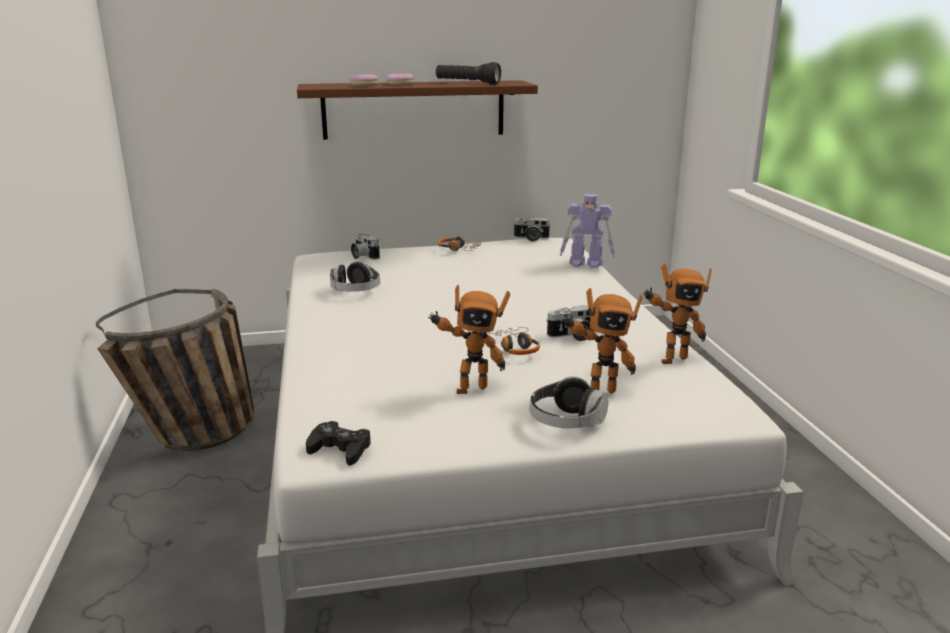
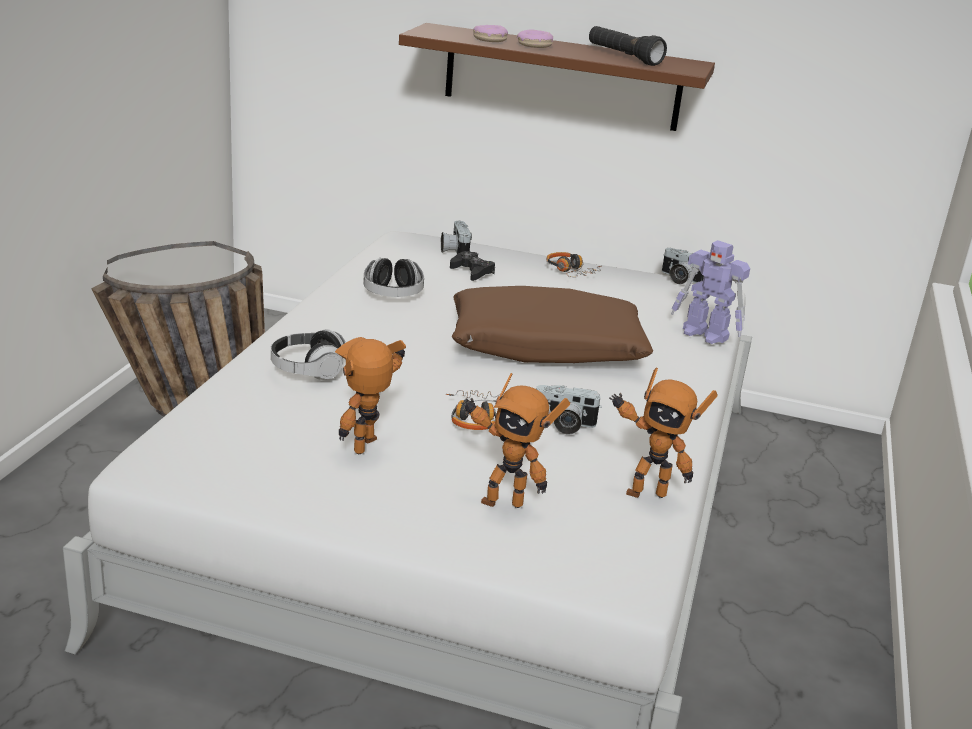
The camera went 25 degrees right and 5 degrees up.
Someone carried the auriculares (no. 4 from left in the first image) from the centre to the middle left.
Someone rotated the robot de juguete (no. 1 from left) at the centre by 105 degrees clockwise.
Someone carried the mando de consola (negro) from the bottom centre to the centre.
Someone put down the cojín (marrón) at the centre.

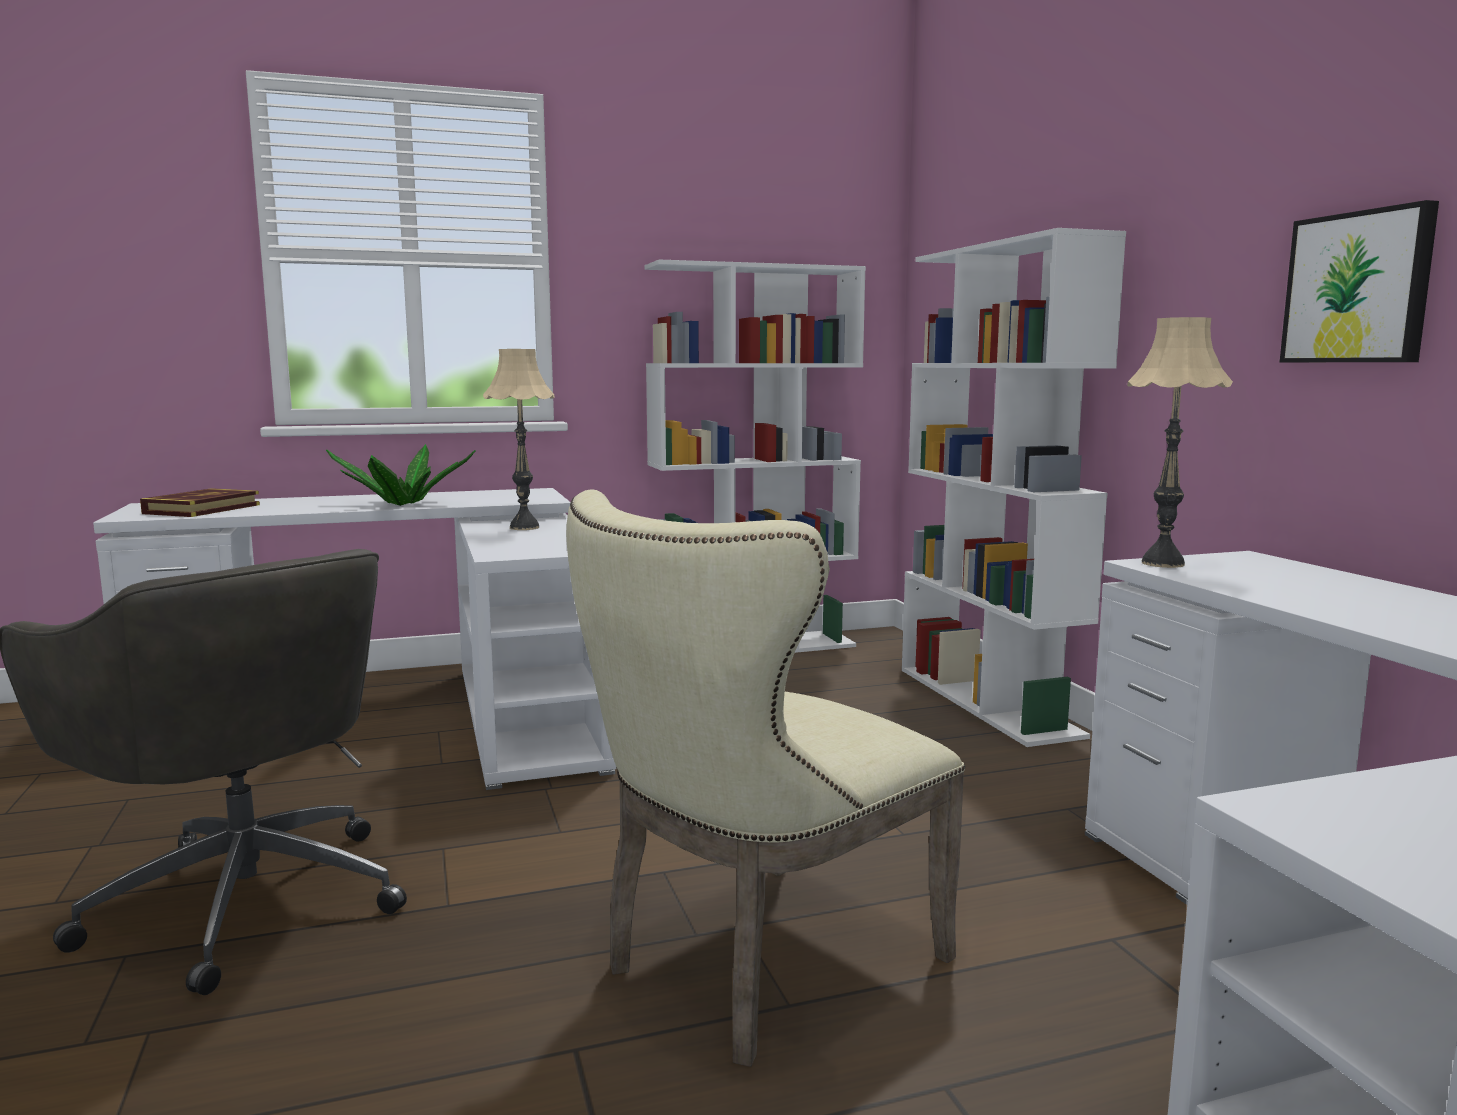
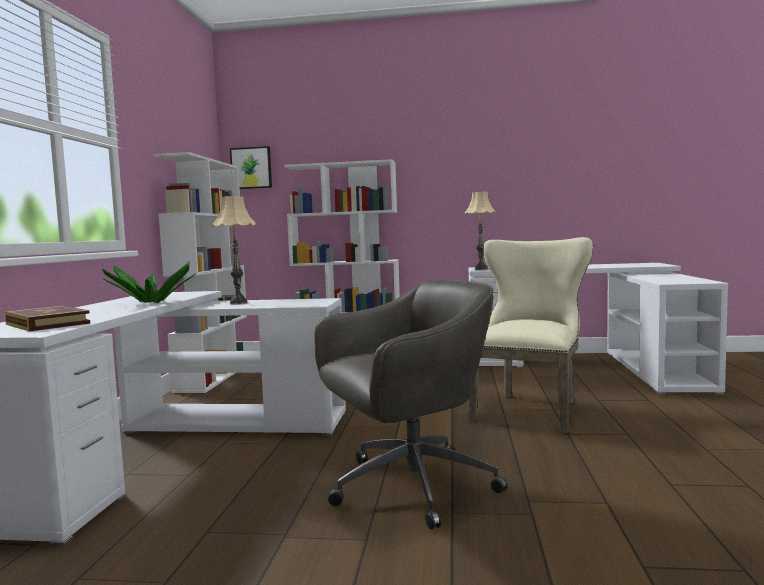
The camera went 65 degrees left and 5 degrees down.
Someone carried the cuadro from the top right to the top left.
Someone rotated the silla (beis) at the bottom centre by 135 degrees counterclockwise.

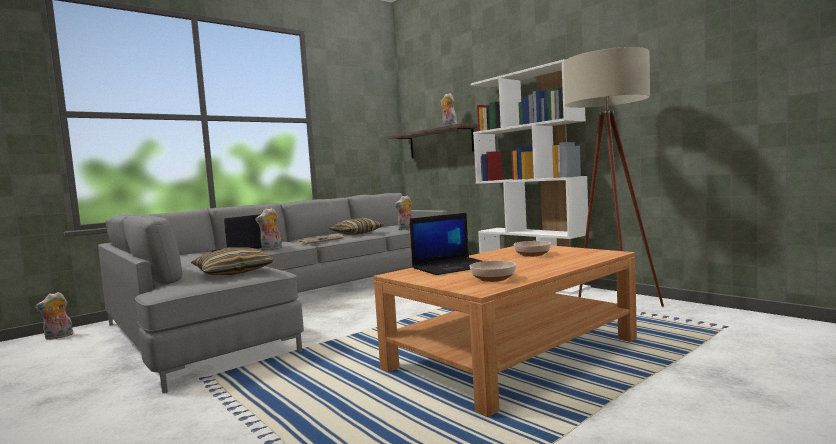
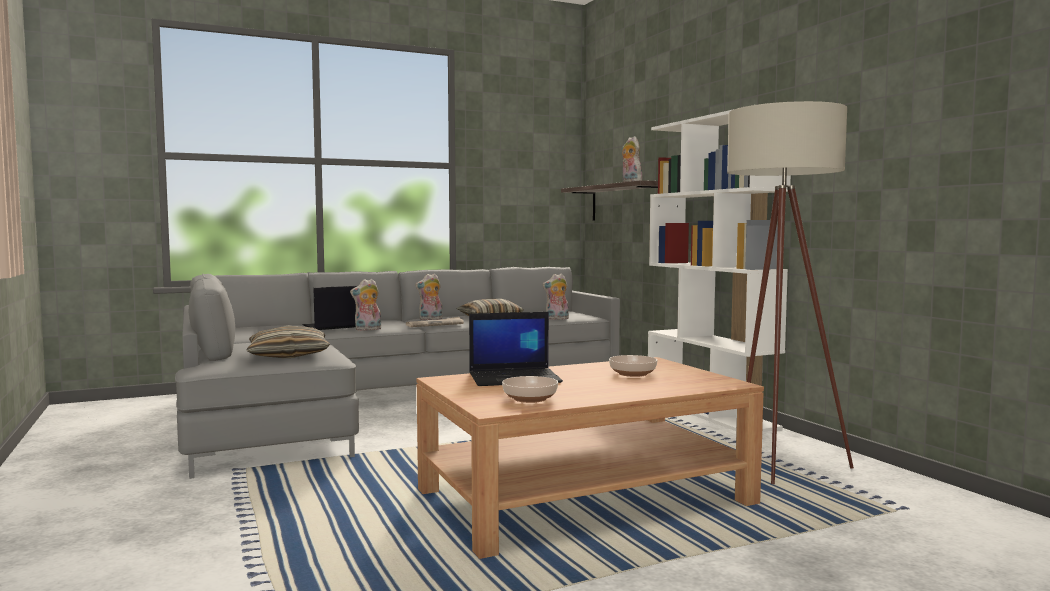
The camera went 15 degrees right and 0 degrees up.
Someone carried the peluche (no. 1 from left in the first image) from the bottom left to the centre.

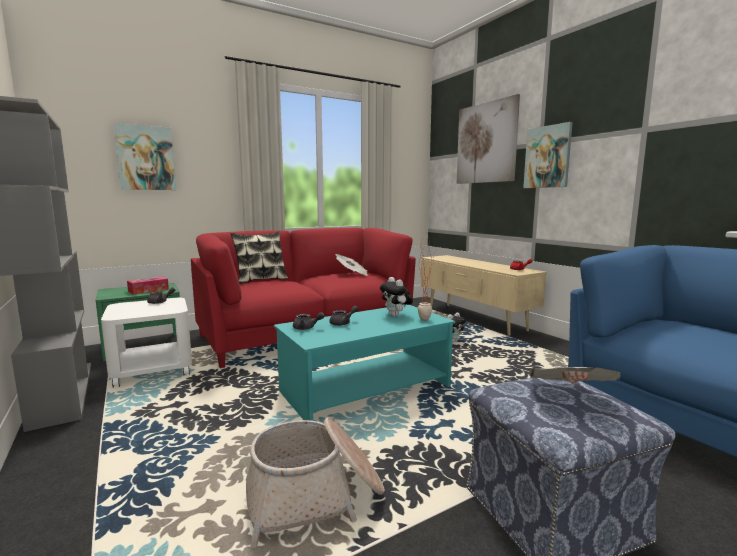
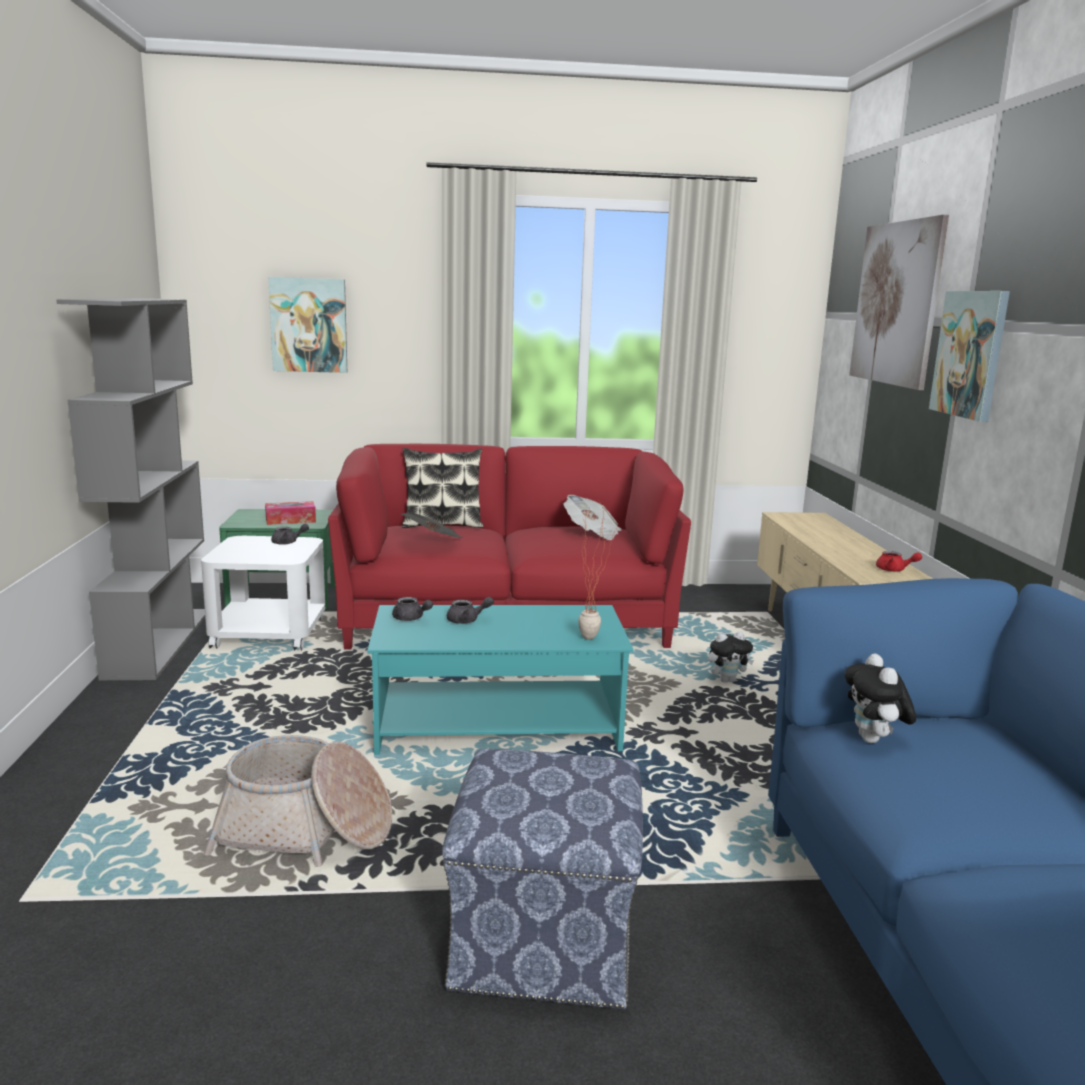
The camera went 25 degrees right and 5 degrees up.
Someone carried the periódico (no. 2 from left in the first image) from the bottom right to the centre.
Someone carried the peluche (no. 1 from left in the first image) from the centre to the middle right.

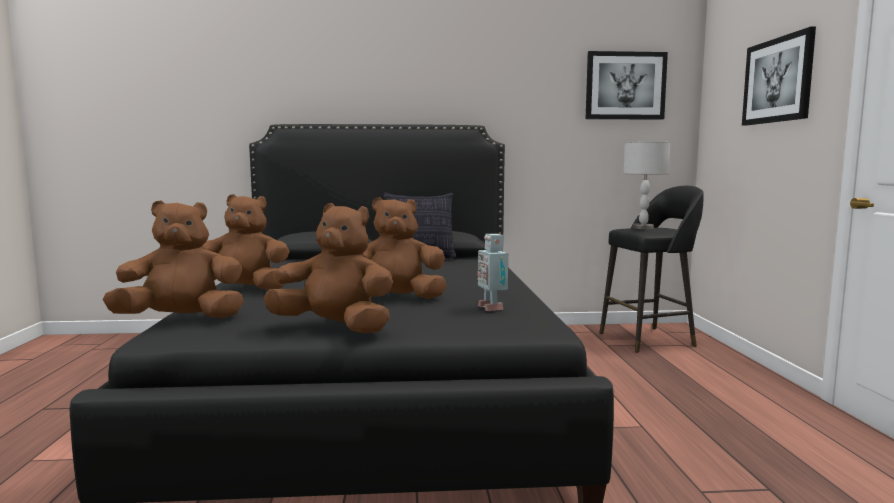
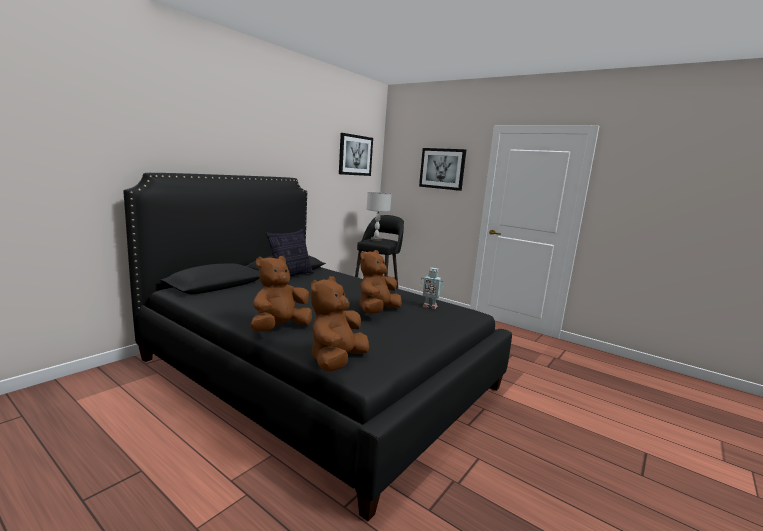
The camera went 50 degrees left and 5 degrees up.
Someone took away the peluche (marrón) (no. 3 from left) at the centre.

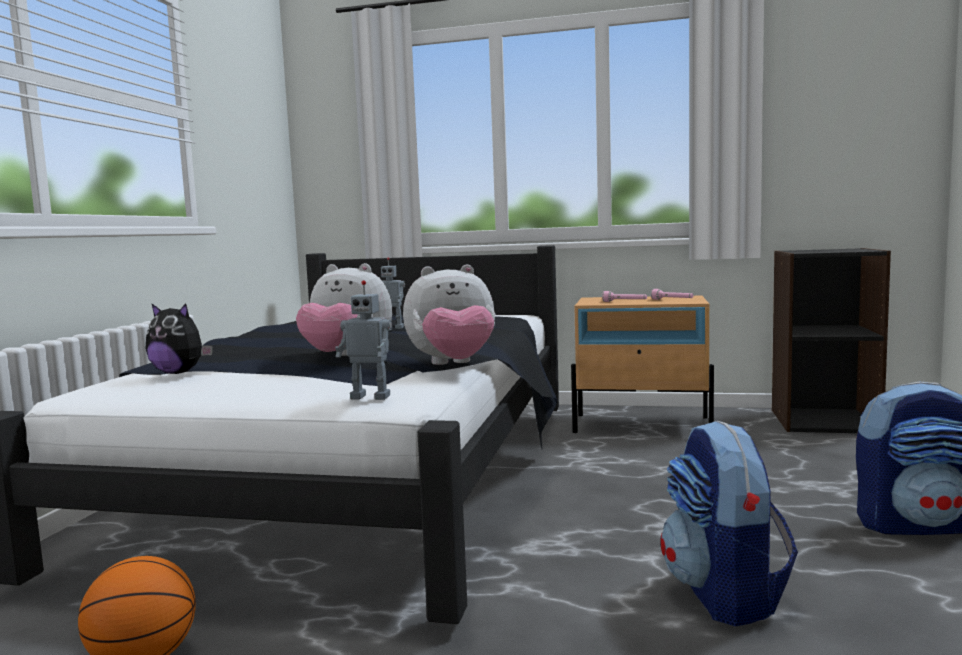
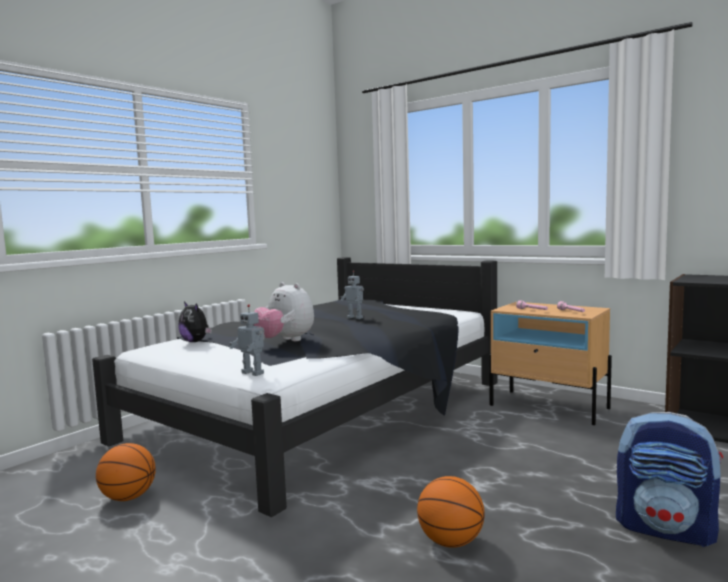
The camera went 25 degrees right and 0 degrees up.
Someone swapped the mochila (no. 1 from left) at the bottom right for the balón de baloncesto (no. 2 from left) at the bottom centre.
Someone took away the peluche (no. 3 from left) at the centre.

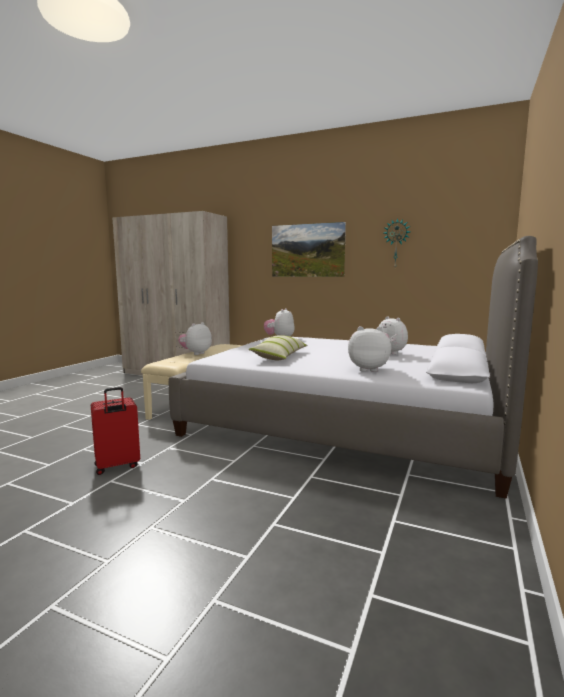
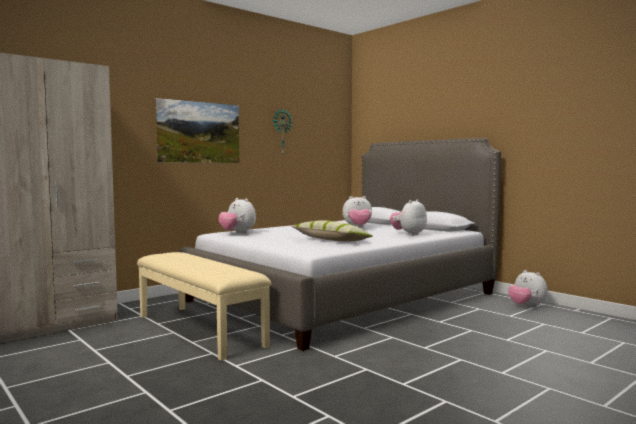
The camera went 65 degrees left and 5 degrees down.
Someone carried the peluche (no. 1 from left in the first image) from the centre to the bottom right.
Someone took away the maleta (rojo) at the middle left.

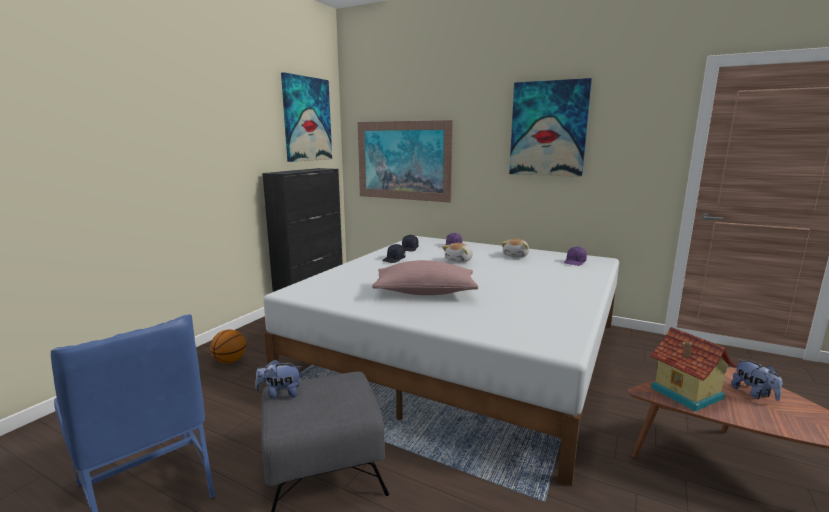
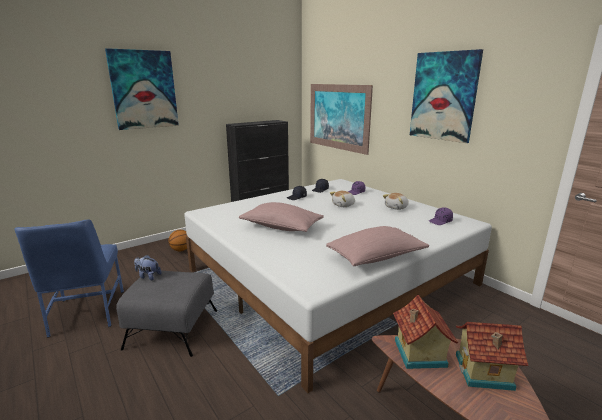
The camera went 25 degrees right and 5 degrees up.
Someone carried the cuadro (no. 1 from left) from the top centre to the top left.
Someone put down the cojín (rosa) (no. 2 from left) at the centre.
Someone swapped the peluche (no. 4 from left) at the bottom right for the casita (no. 2 from left) at the bottom right.

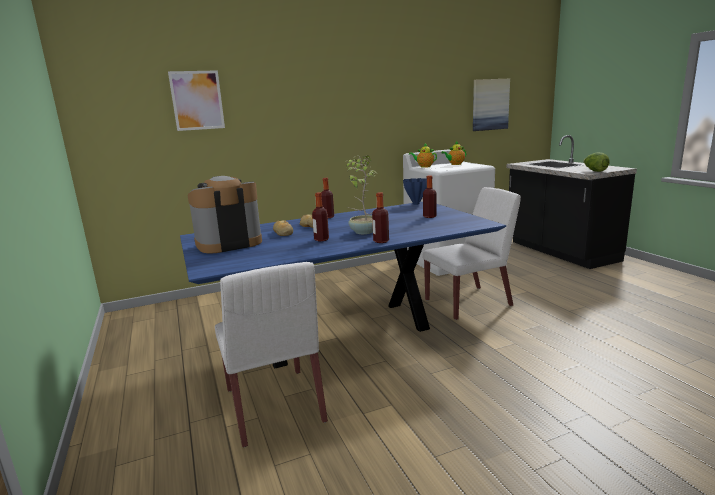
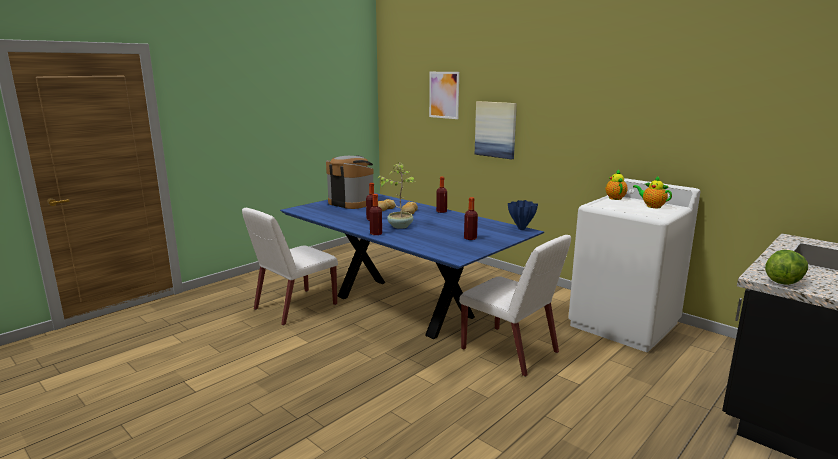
The camera went 65 degrees right and 0 degrees up.
Someone carried the cuadro (no. 2 from left) from the top right to the top centre.

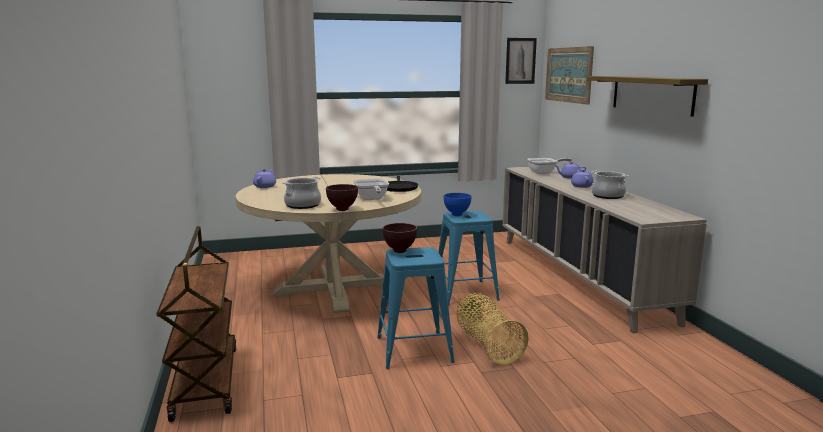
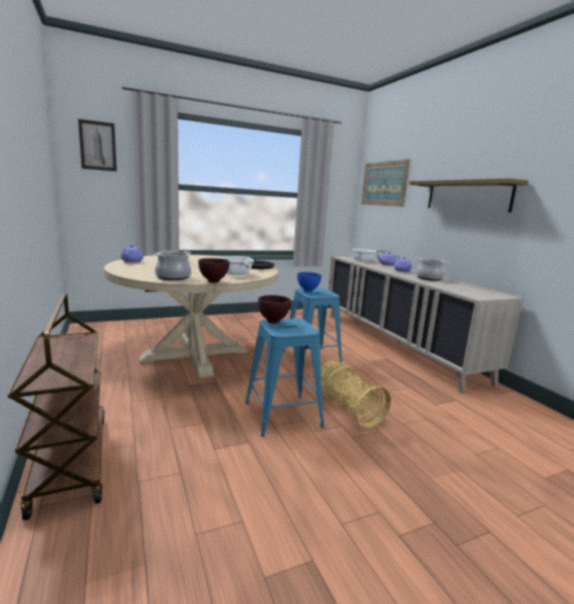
The camera went 10 degrees left and 0 degrees up.
Someone carried the cuadro (no. 1 from left) from the top centre to the top left.

